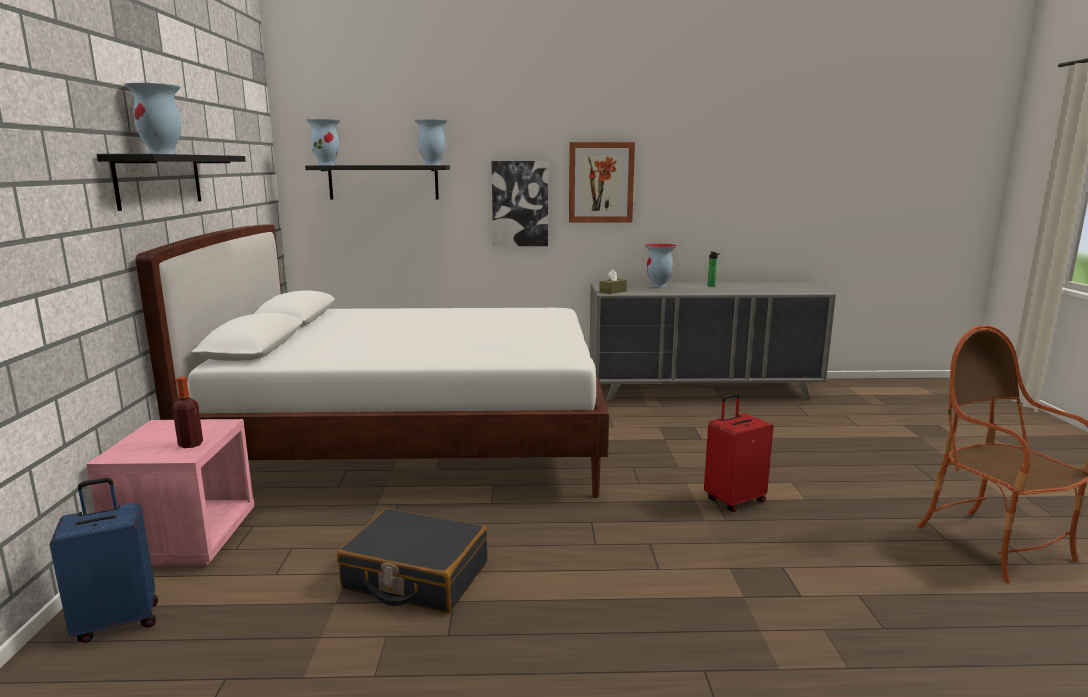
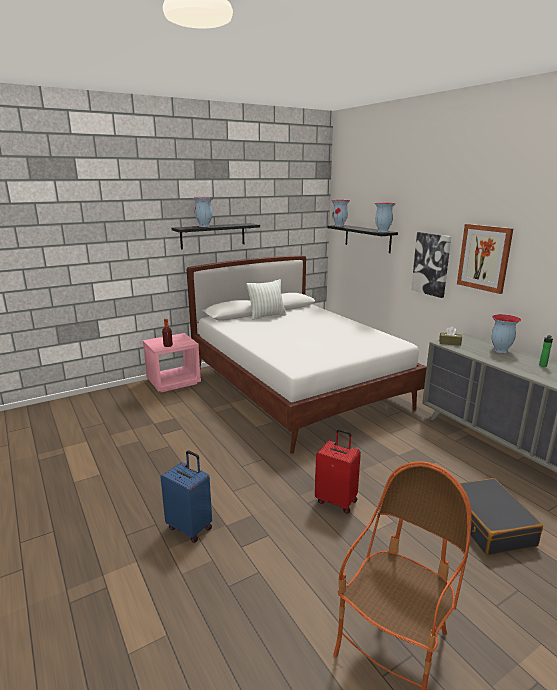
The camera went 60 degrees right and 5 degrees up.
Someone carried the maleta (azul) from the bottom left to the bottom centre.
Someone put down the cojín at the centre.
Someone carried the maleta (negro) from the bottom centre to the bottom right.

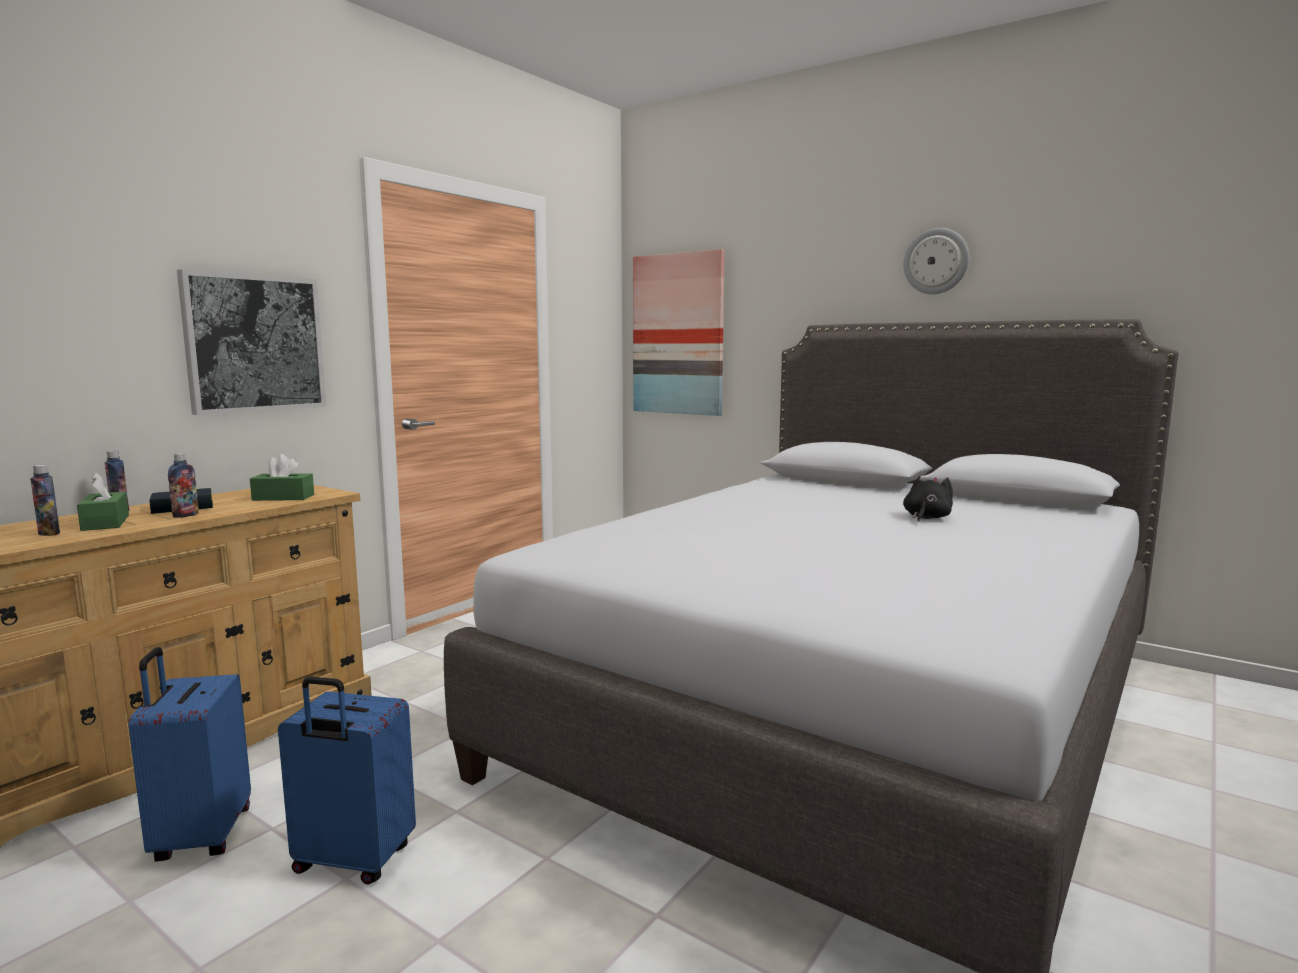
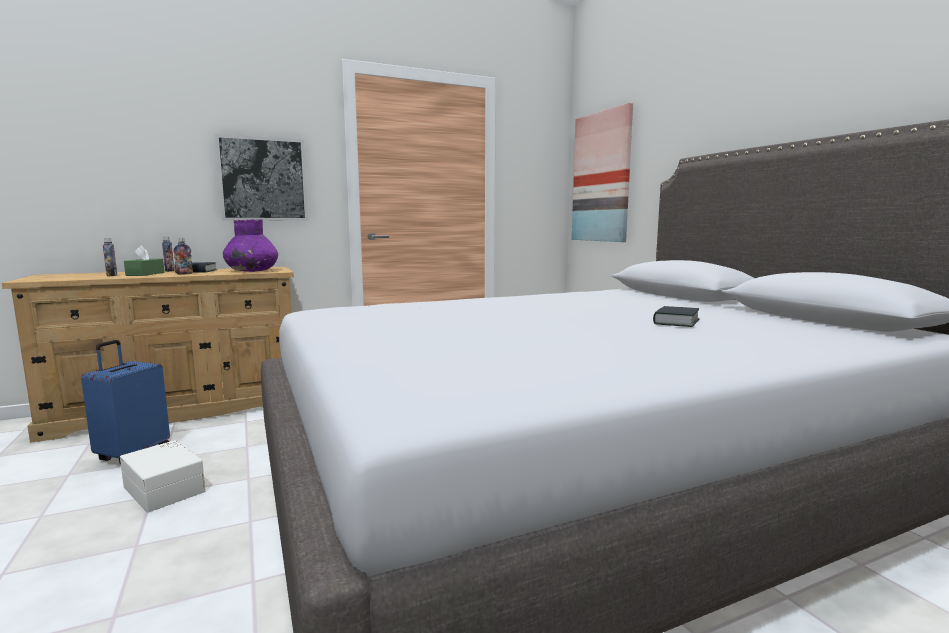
The camera went 30 degrees right and 0 degrees up.
Someone swapped the maleta (azul) (no. 2 from left) at the bottom left for the caja de almacenaje (blanco) at the bottom left.
Someone swapped the caja de pañuelos (verde) (no. 2 from left) at the middle left for the florero (morado) at the middle left.
Someone swapped the peluche (negro) at the middle right for the libro (no. 2 from left) at the middle right.
Someone took away the reloj de pared at the top right.

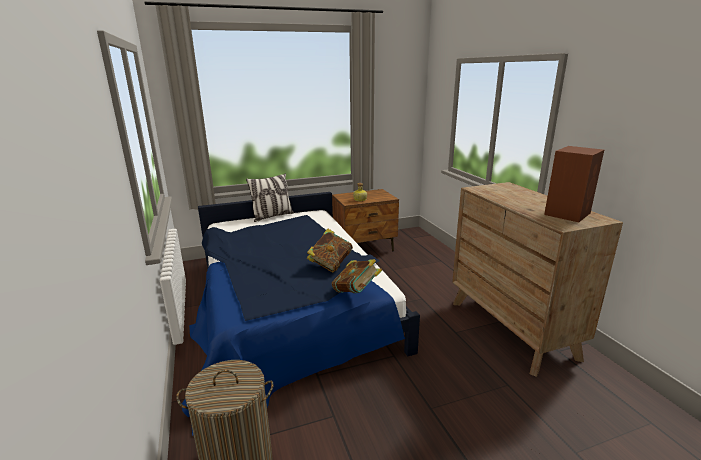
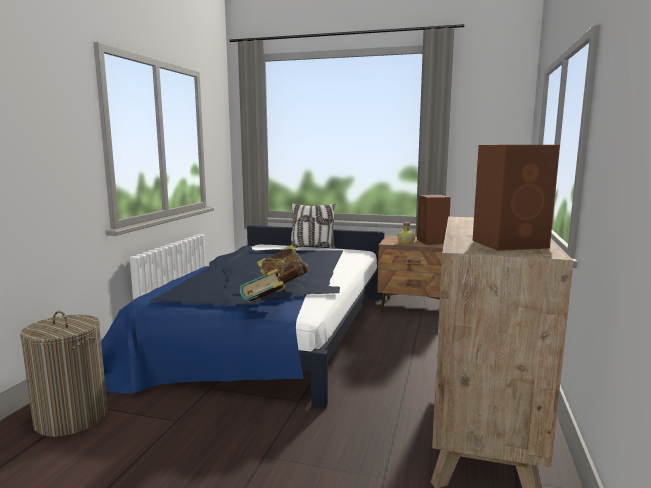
The camera went 35 degrees right and 10 degrees down.
Someone put down the altavoz (marrón) (no. 1 from left) at the middle right.

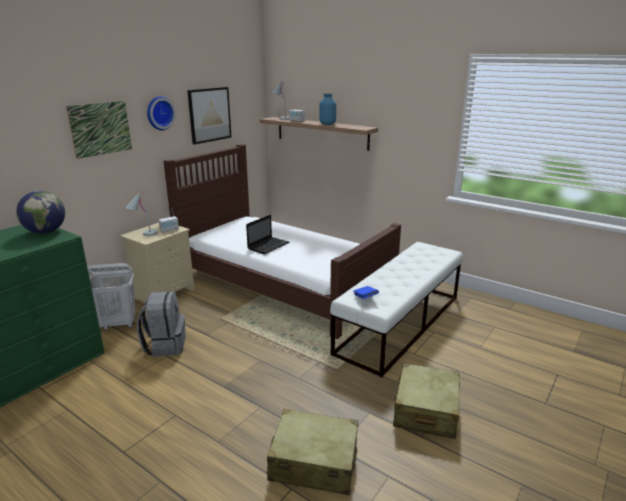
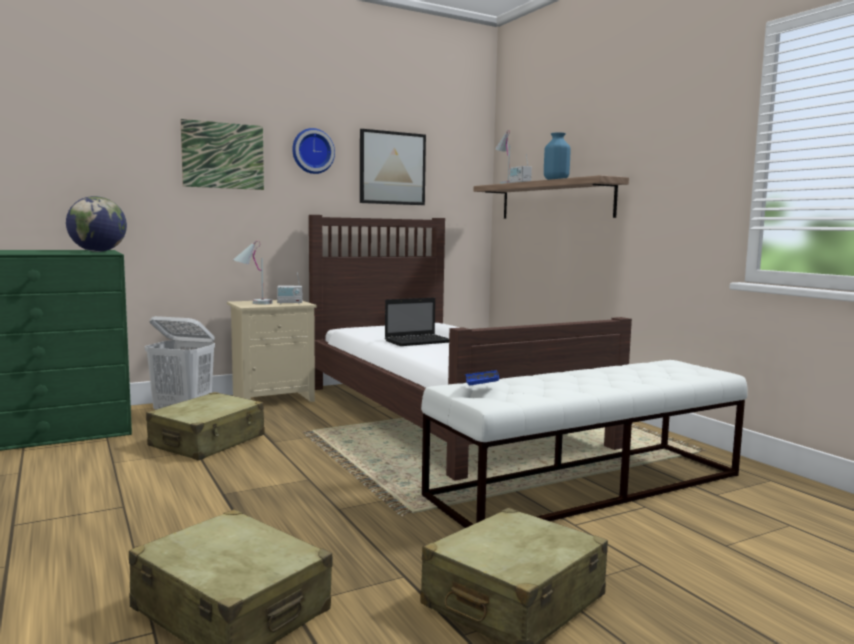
The camera went 25 degrees right and 15 degrees down.
Someone swapped the mochila (gris) at the middle left for the maleta (beis) (no. 1 from left) at the middle left.

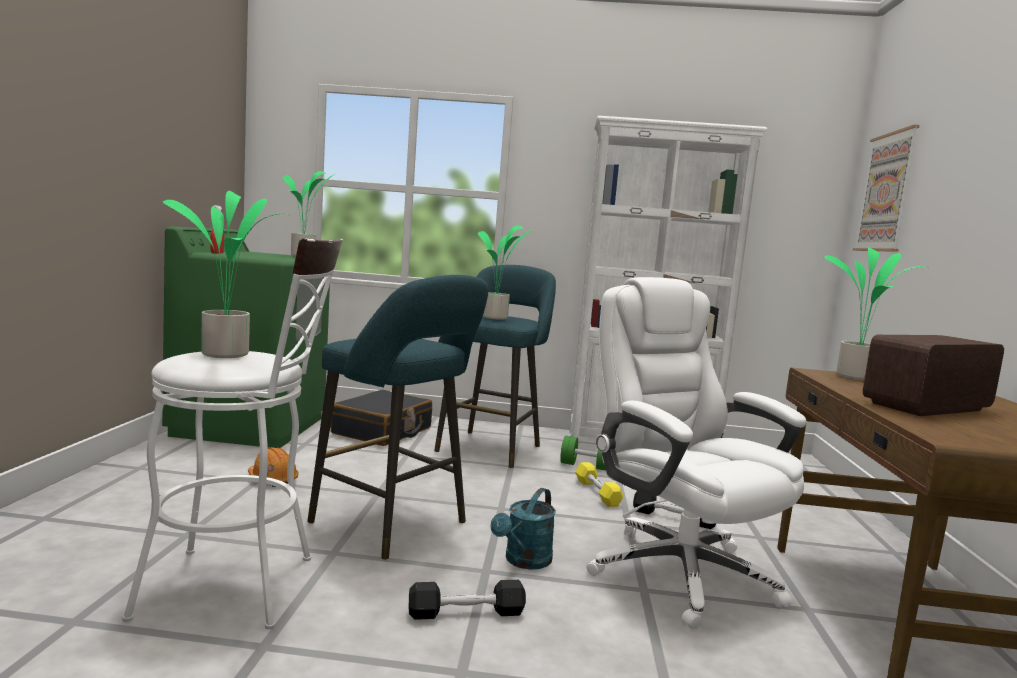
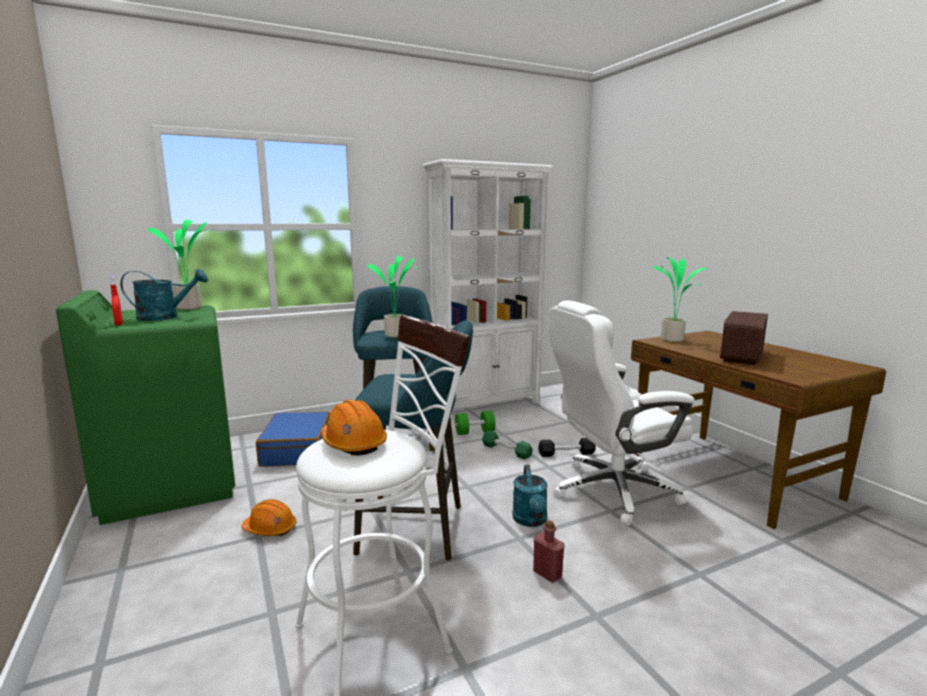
The camera went 30 degrees left and 5 degrees up.
Someone put down the regadera (turquesa) (no. 1 from left) at the middle left.
Someone repainted the maleta (negro) at the centre, which became the maleta (azul) at the middle left.
Someone swapped the planta en maceta (no. 1 from left) at the middle left for the casco (naranja) (no. 2 from left) at the centre.
Someone repainted the mancuerna (amarillo) at the bottom centre, which became the mancuerna (verde) (no. 2 from left) at the centre.
Someone swapped the mancuerna (negro) (no. 1 from left) at the bottom centre for the botella (rojo) at the bottom centre.
Someone rotated the silla de oficina (blanco) at the bottom right by 45 degrees counterclockwise.
Someone took away the cuadro at the top right.

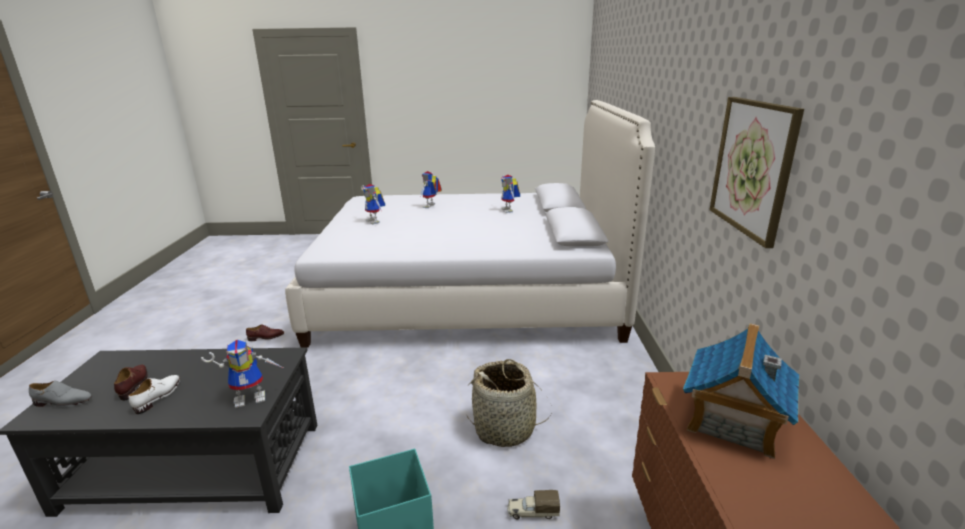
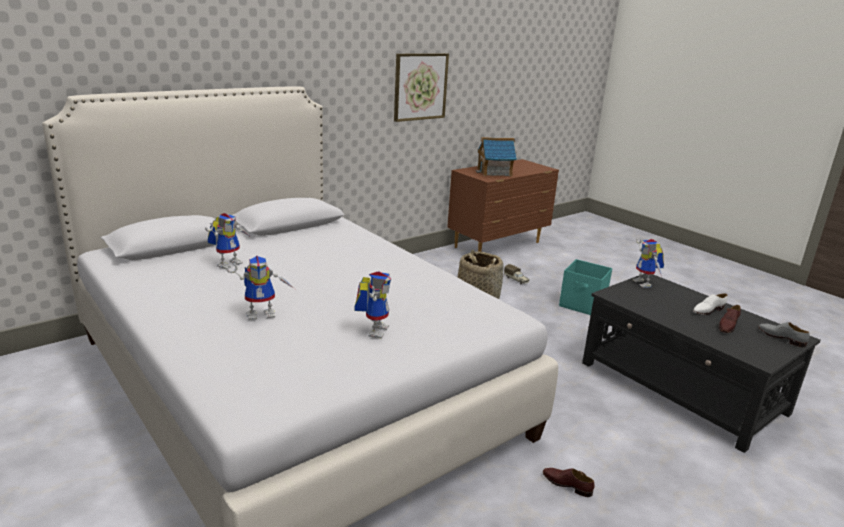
The camera went 130 degrees left and 0 degrees up.
Someone rotated the robot de juguete (no. 1 from left in the first image) at the bottom left by 135 degrees counterclockwise.

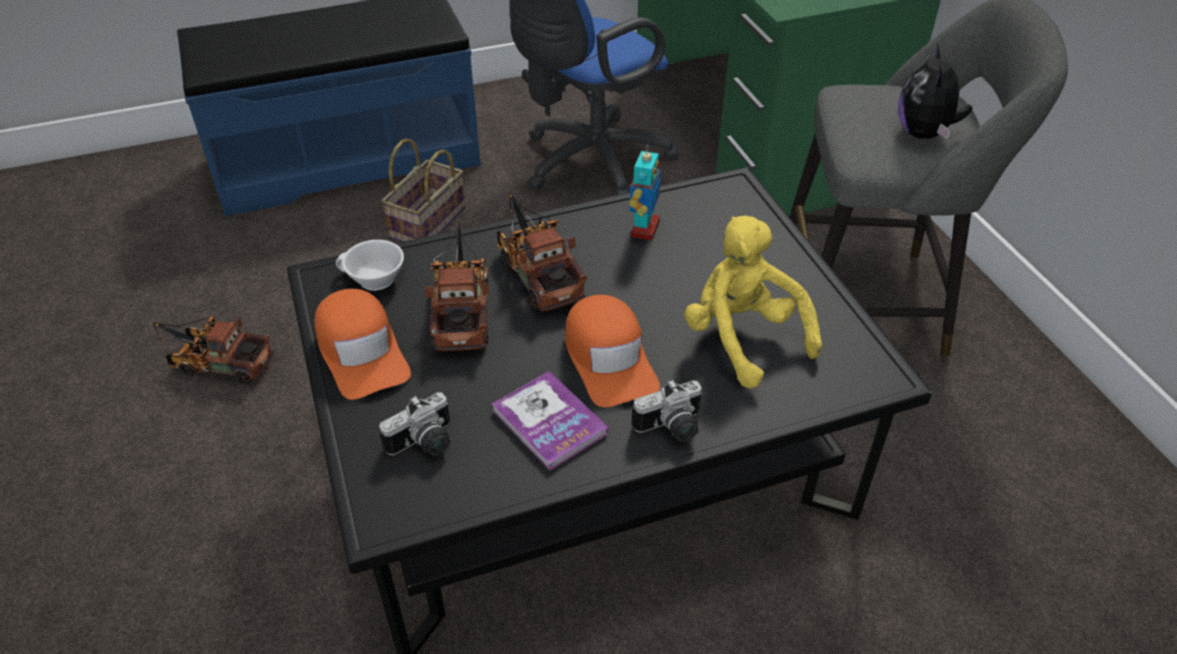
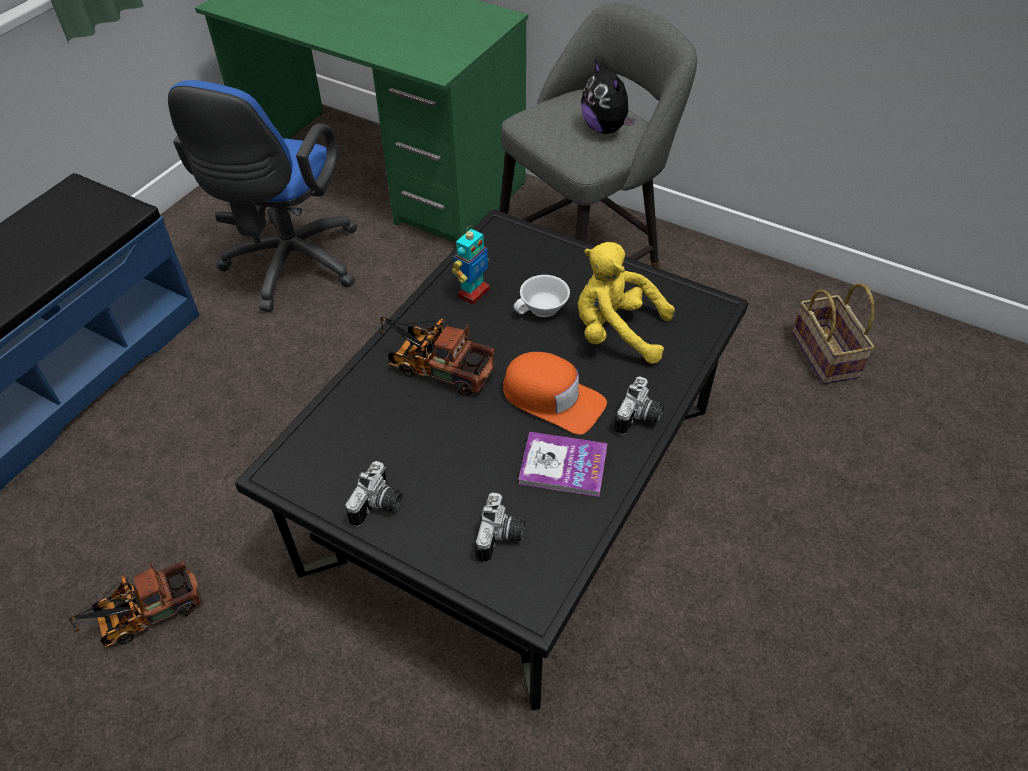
The camera went 40 degrees left and 5 degrees up.
Someone swapped the gorra (naranja) (no. 1 from left) at the middle left for the cámara (no. 1 from left) at the centre.
Someone rotated the robot de juguete at the top centre by 60 degrees clockwise.
Someone carried the taza (blanco) from the middle left to the centre.
Someone carried the cesta from the top centre to the middle right.
Someone took away the camión de juguete (no. 2 from left) at the centre.

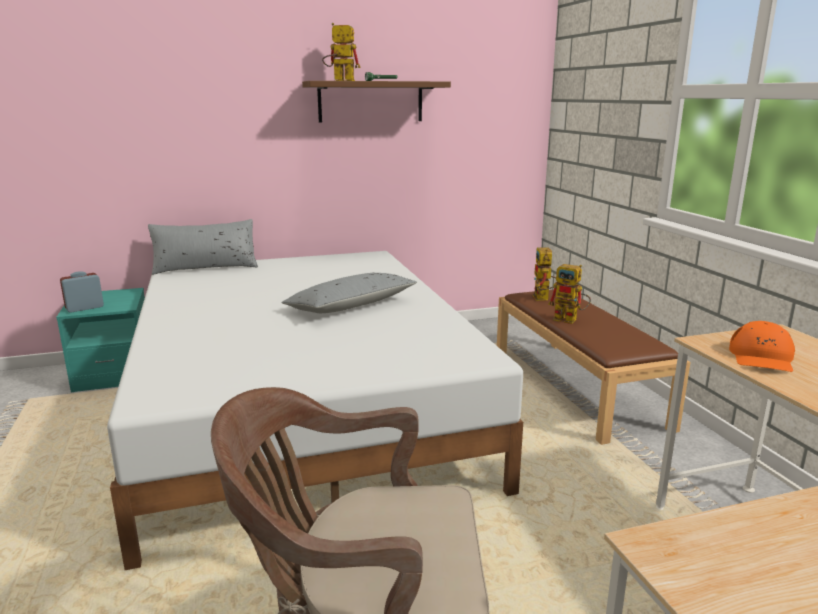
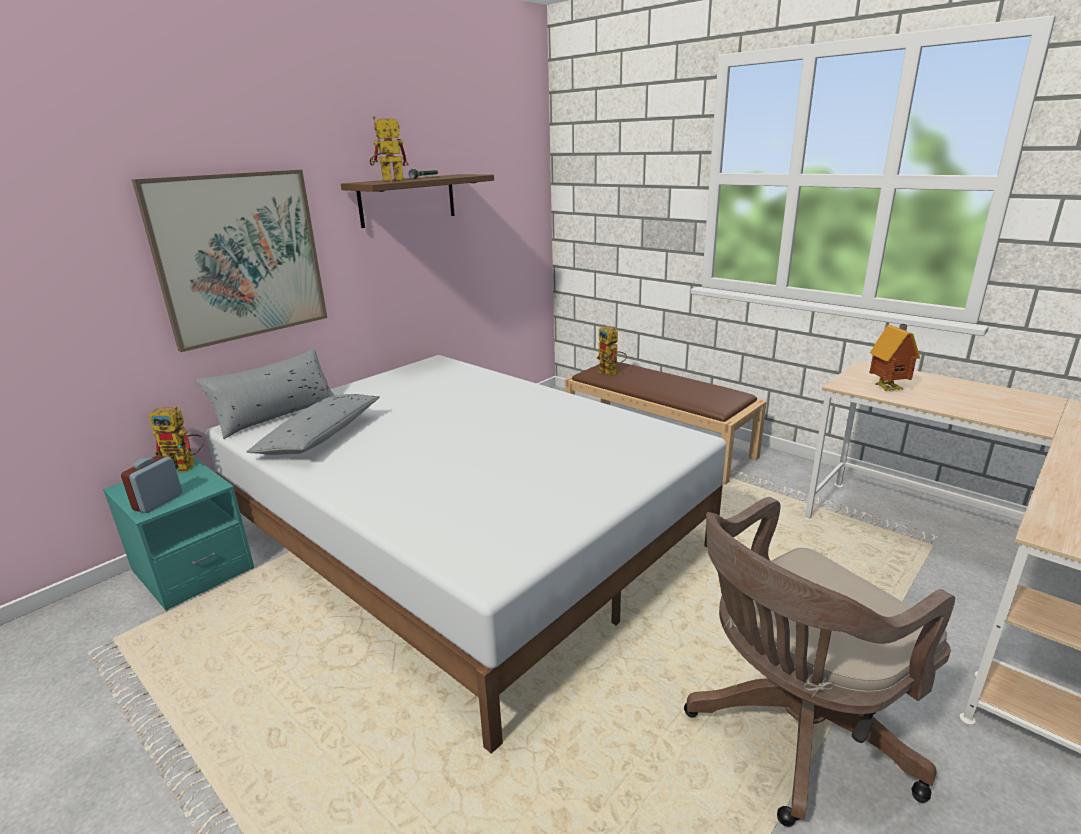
The camera went 30 degrees left and 5 degrees up.
Someone put up the cuadro at the top left.
Someone carried the robot de juguete (no. 3 from left in the first image) from the middle right to the middle left.
Someone carried the cojín (gris) (no. 2 from left) from the centre to the middle left.
Someone swapped the gorra (naranja) at the middle right for the casita at the middle right.

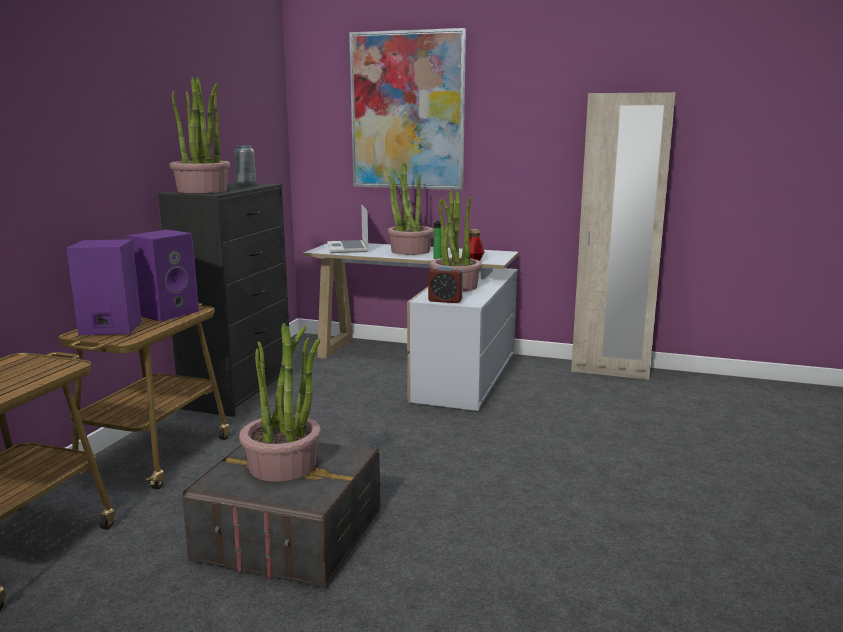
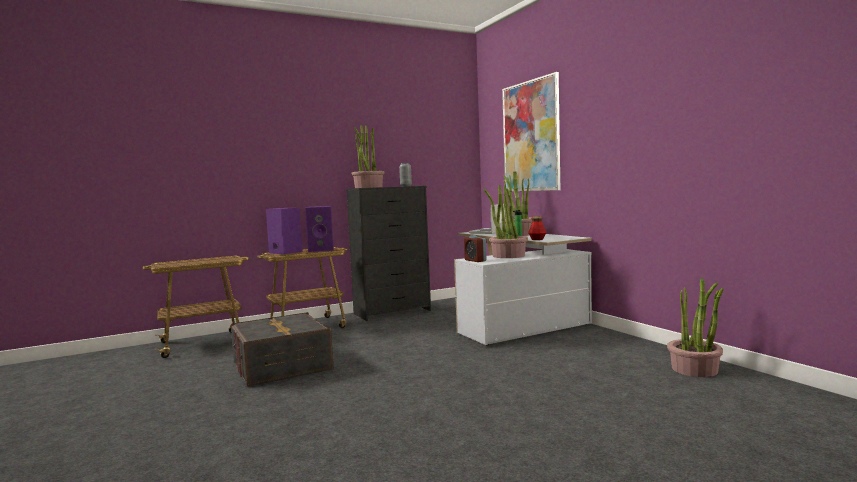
The camera went 45 degrees right and 10 degrees down.
Someone carried the planta en maceta (no. 2 from left in the first image) from the middle left to the bottom right.
Someone took away the armario ropero (beis) at the middle right.

